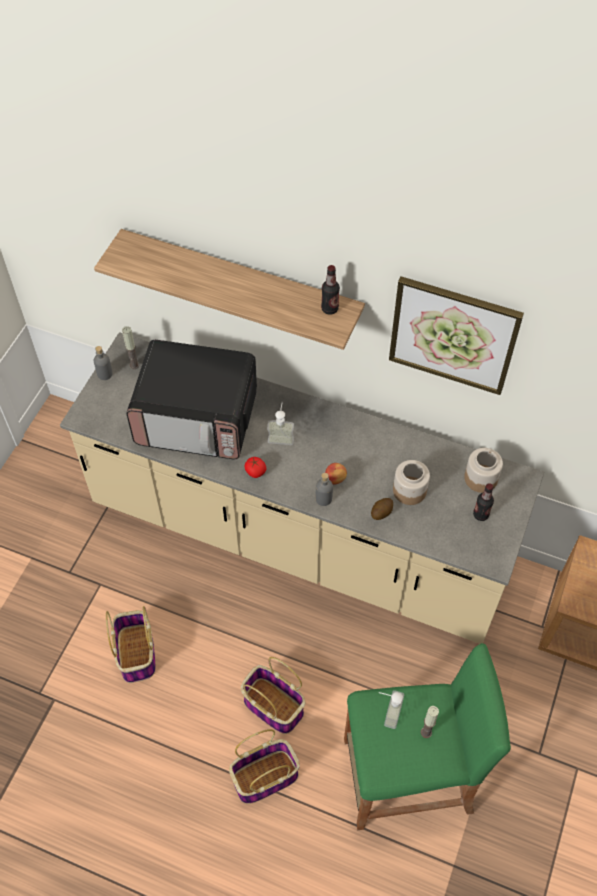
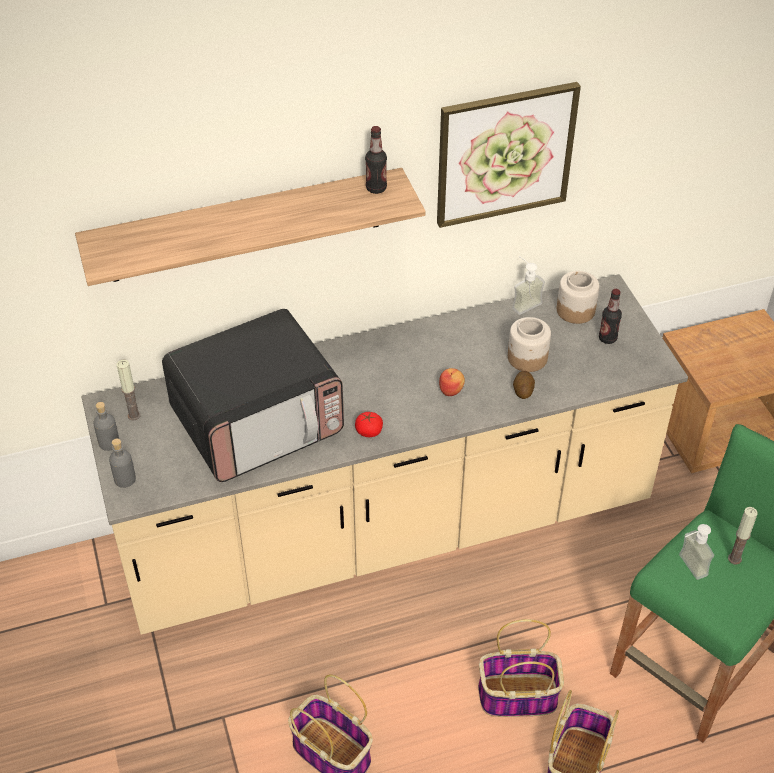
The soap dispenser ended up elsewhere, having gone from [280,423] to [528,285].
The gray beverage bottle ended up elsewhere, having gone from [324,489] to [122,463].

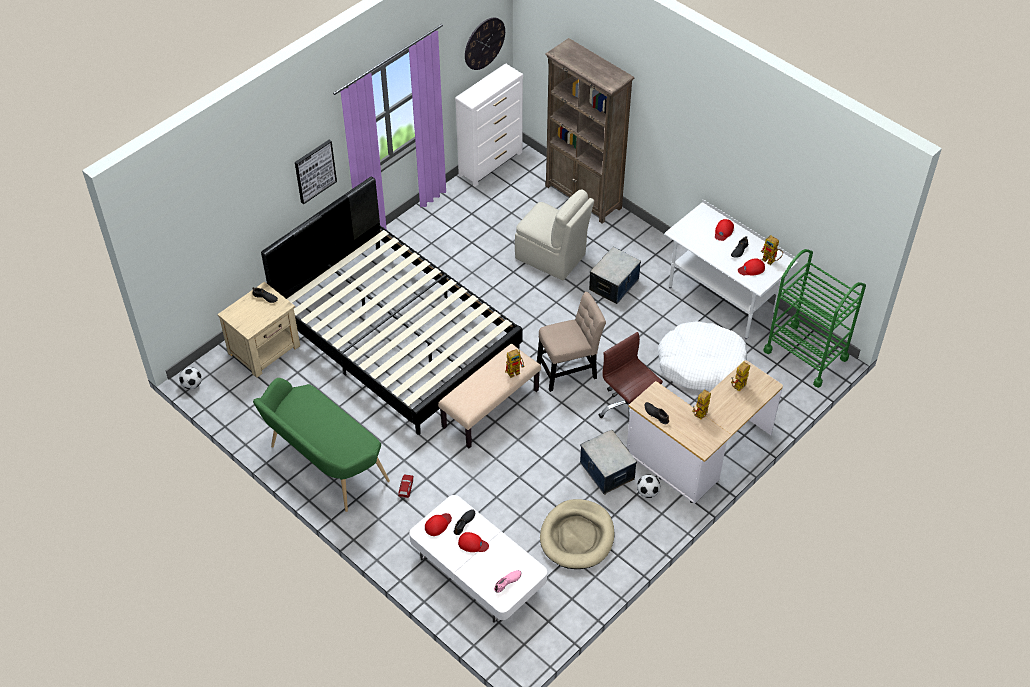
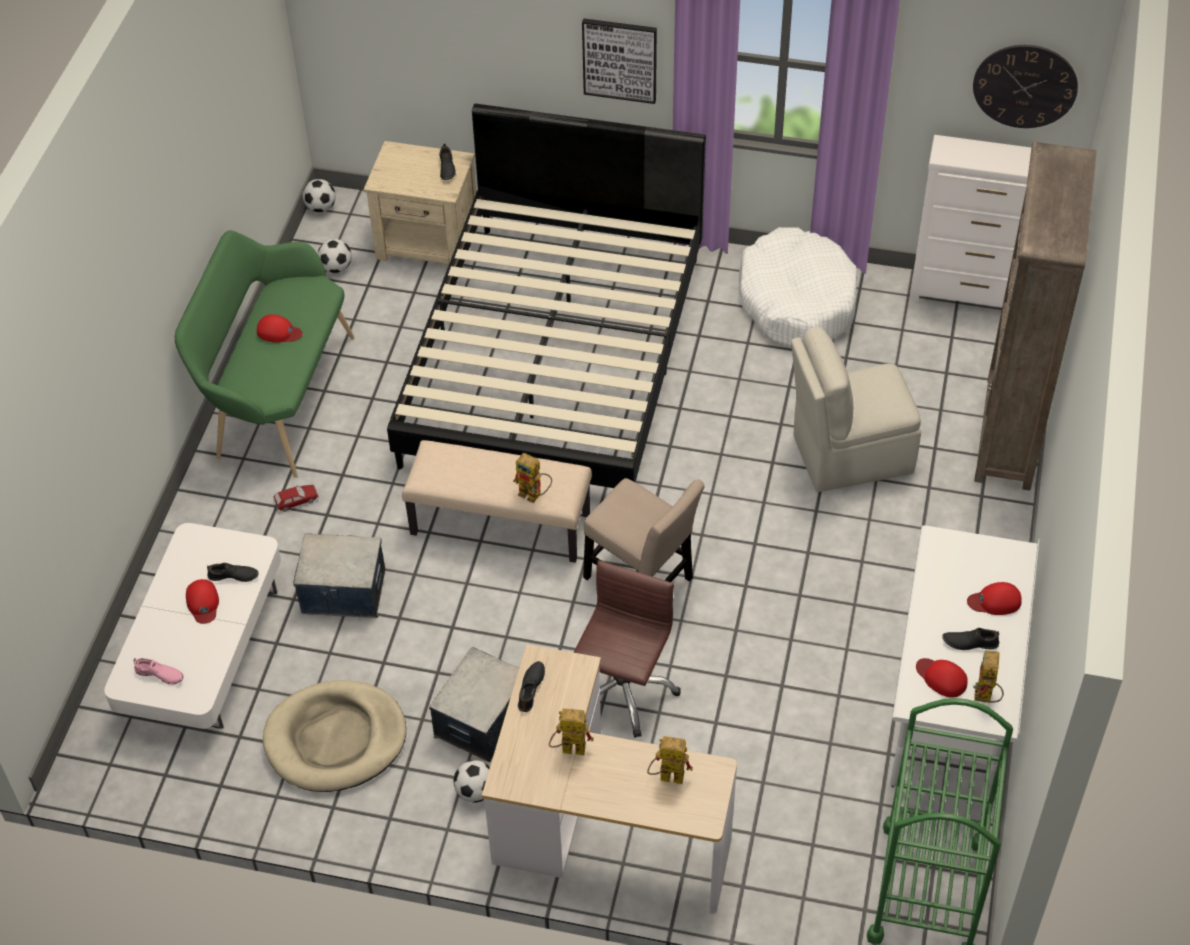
The red-coloured baseball cap ended up elsewhere, having gone from [438,524] to [280,328].
The beige-coloured upright chair at [554,235] ended up facing another way, 75 degrees clockwise from before.
The storage bin ended up elsewhere, having gone from [615,275] to [339,575].
The white-coloured dog bed ended up elsewhere, having gone from [702,356] to [797,287].
The second view gained the football at [335,256].

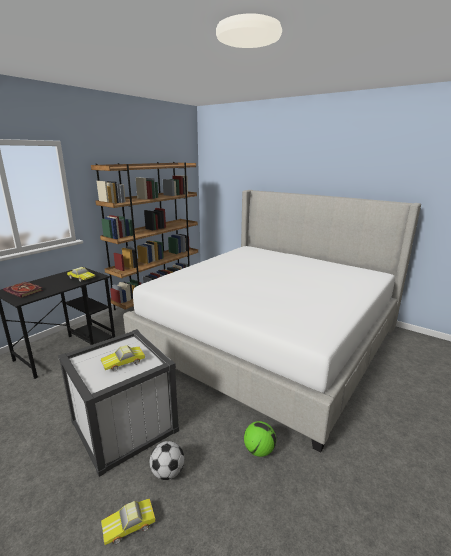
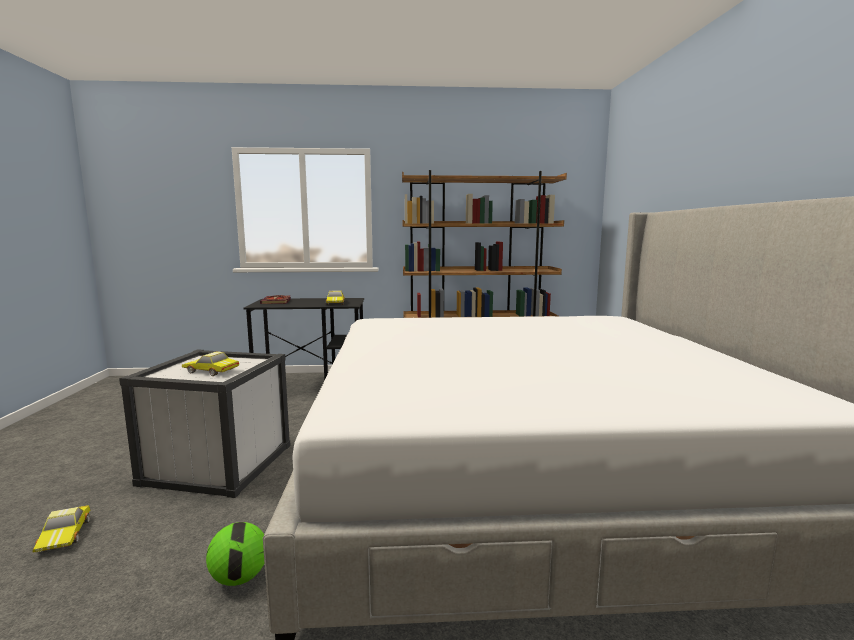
The model car at [128,521] ended up facing another way, 135 degrees counterclockwise from before.
The second view lost the football at [167,460].

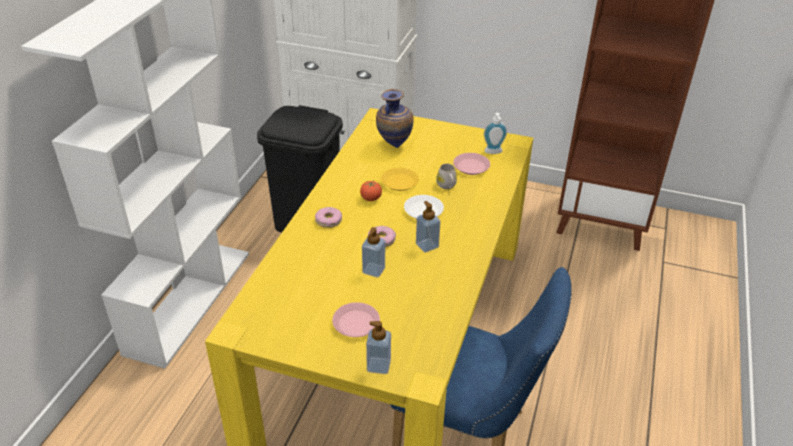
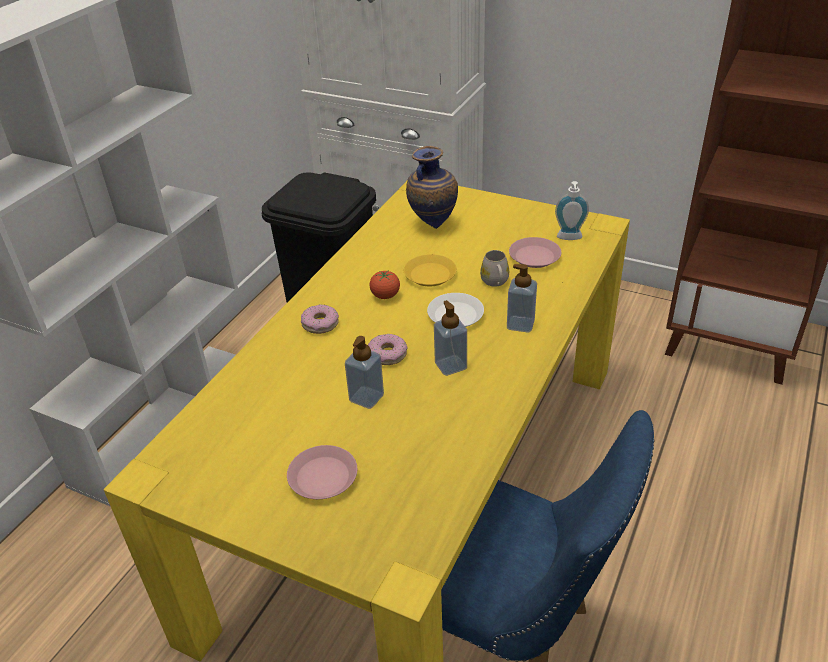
The soap dispenser ended up elsewhere, having gone from [378,347] to [522,298].

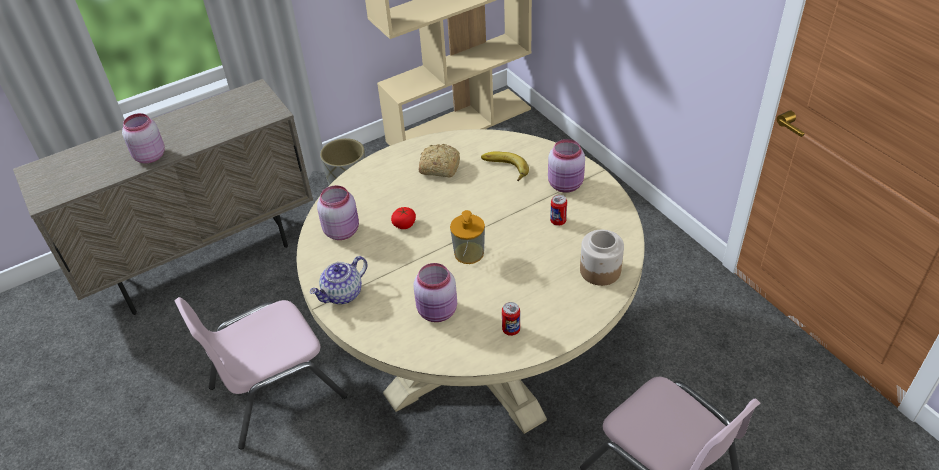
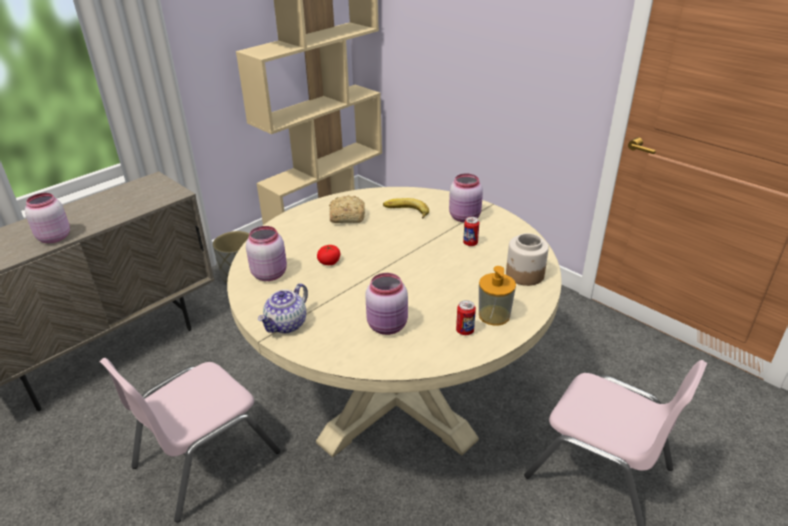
The soap dispenser ended up elsewhere, having gone from [467,237] to [497,296].

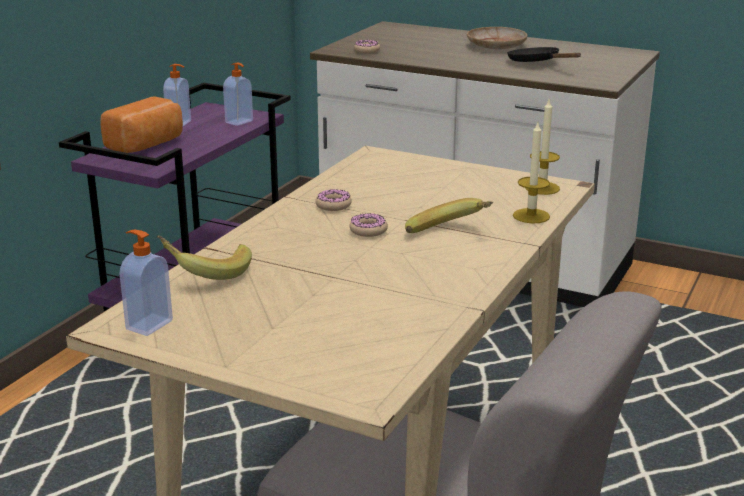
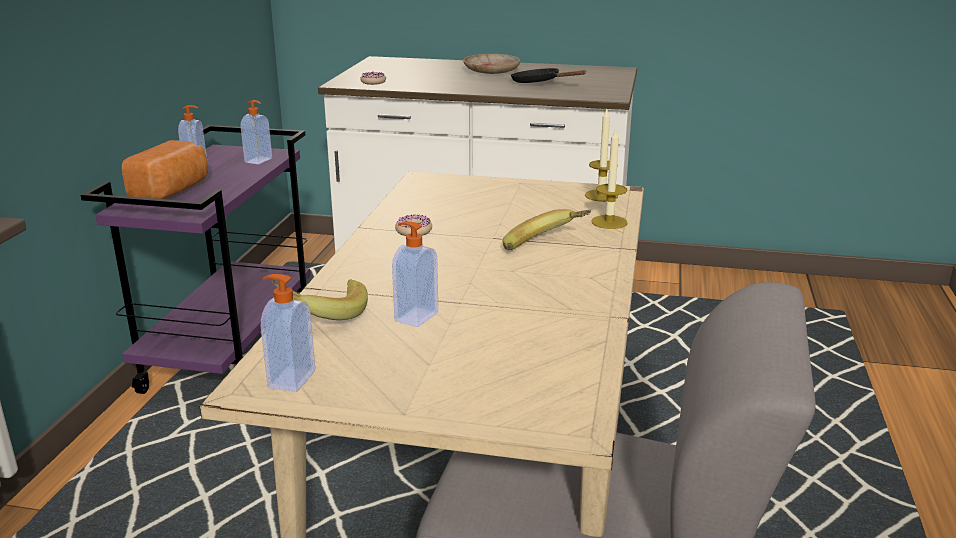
The second view lost the doughnut at [368,225].
The second view gained the soap dispenser at [415,274].

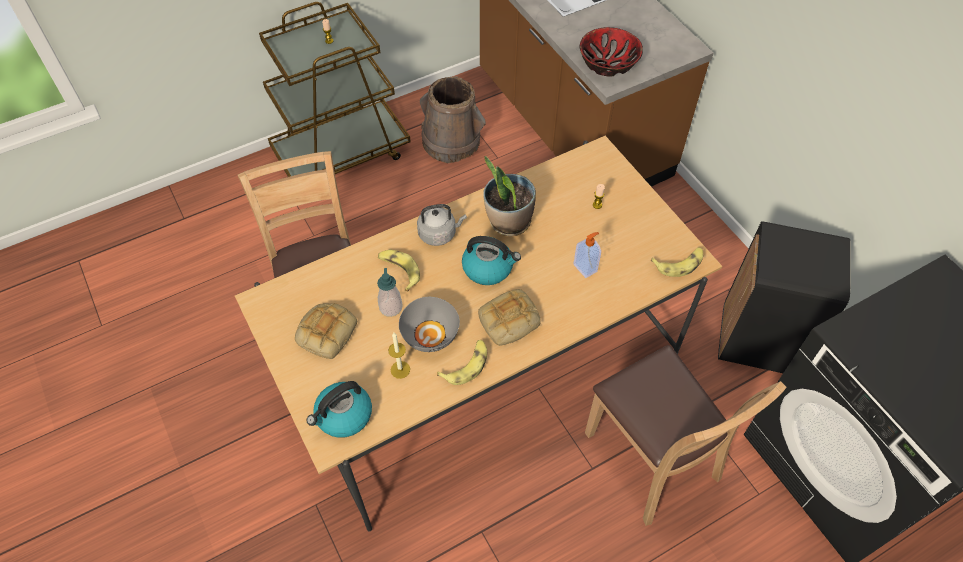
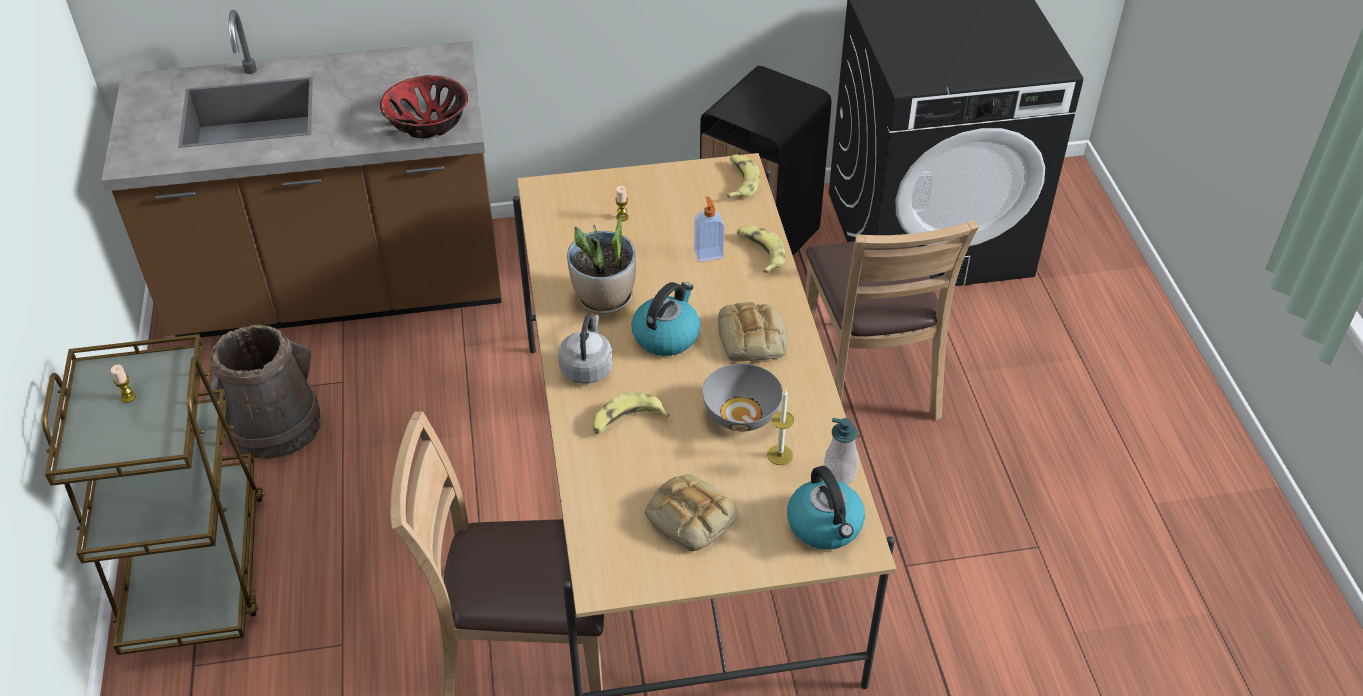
The soap dispenser ended up elsewhere, having gone from [390,292] to [840,451].
The banana fruit ended up elsewhere, having gone from [462,362] to [761,249].
The brown upright chair at [686,435] ended up facing another way, 90 degrees clockwise from before.

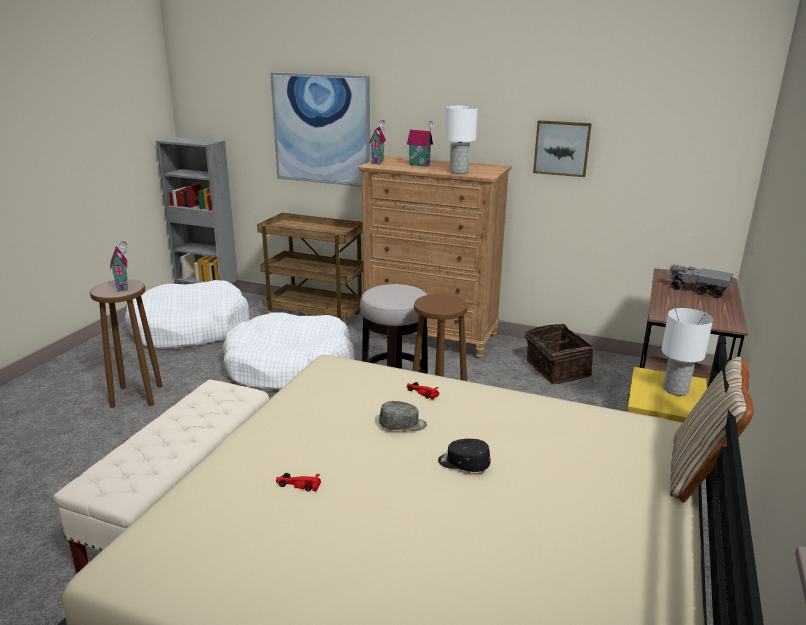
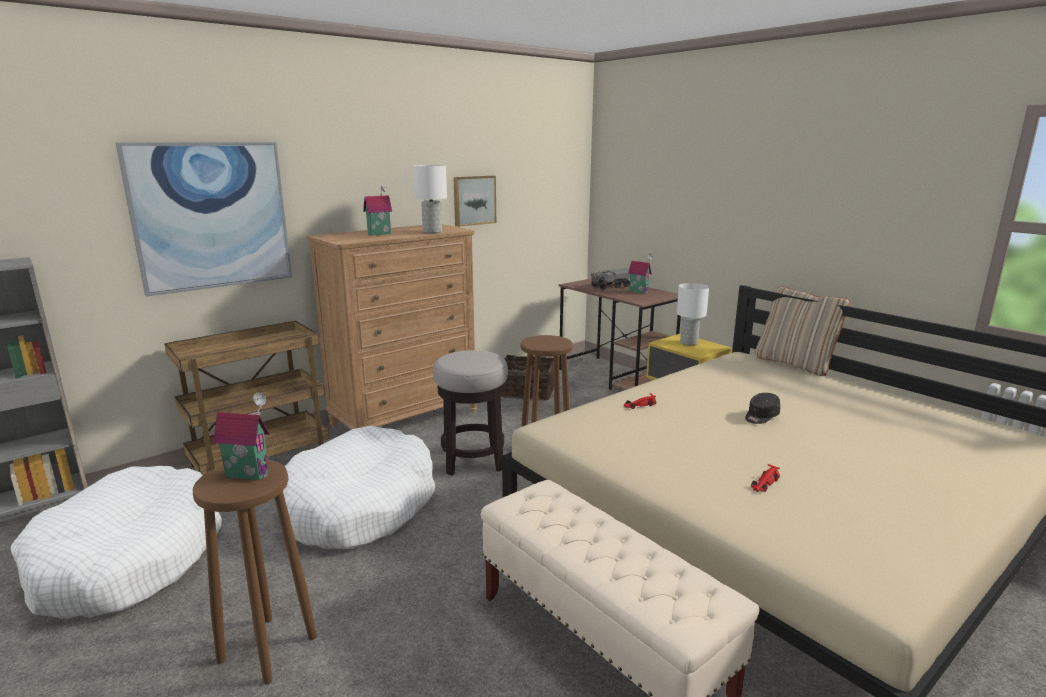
The miniature house ended up elsewhere, having gone from [377,142] to [640,273].
The second view lost the gray baseball cap at [403,416].

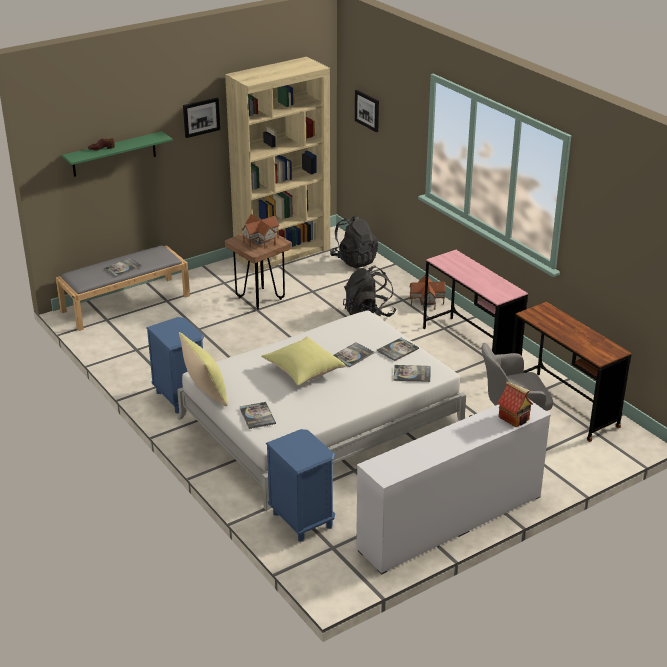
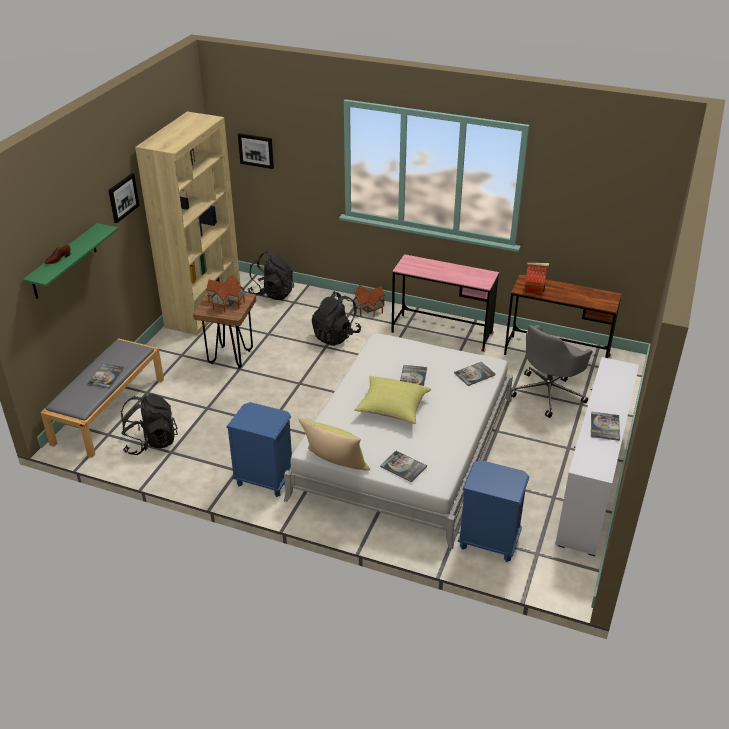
The book ended up elsewhere, having gone from [398,349] to [605,426].
The miniature house ended up elsewhere, having gone from [515,404] to [537,278].
The second view gained the black-coloured rucksack at [149,424].

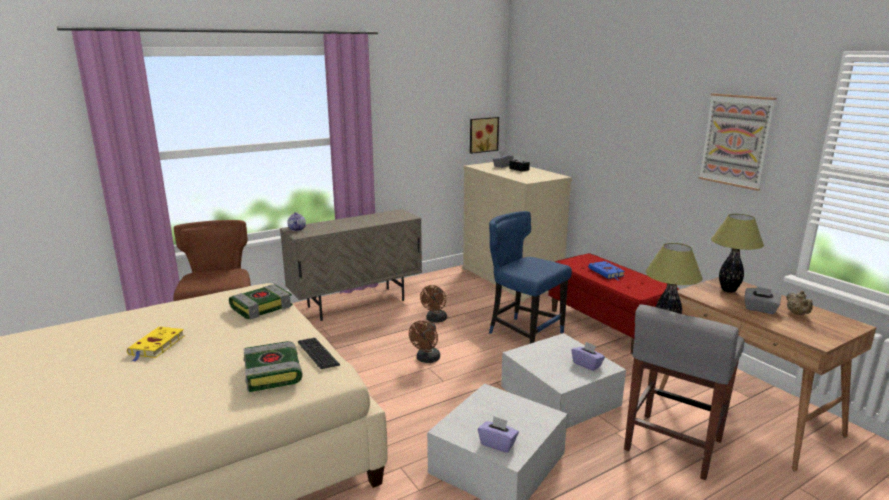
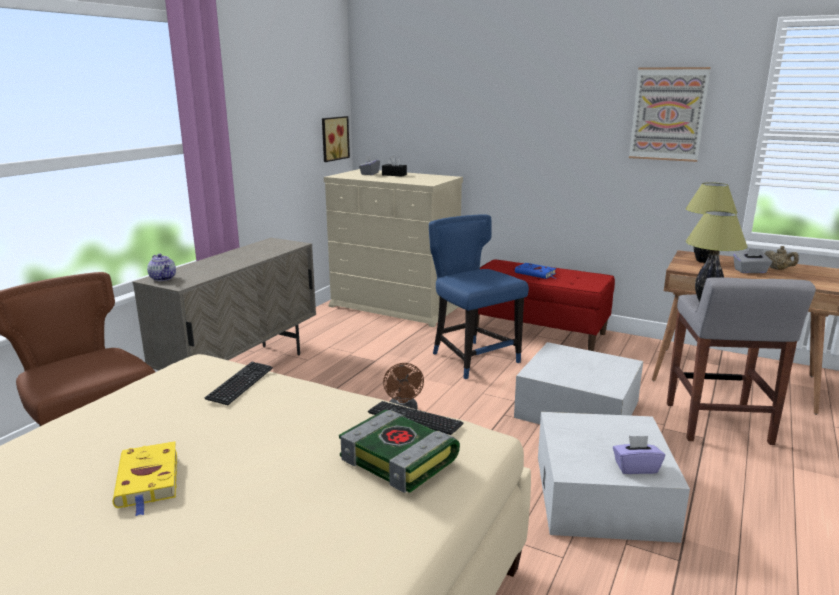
Where the book stood at [261,302], the keyboard came to stand at [239,383].
The second view lost the brown fan at [433,303].
The blue upright chair at [530,277] ended up facing another way, 45 degrees clockwise from before.
The second view lost the purple tissue holder at [588,356].

